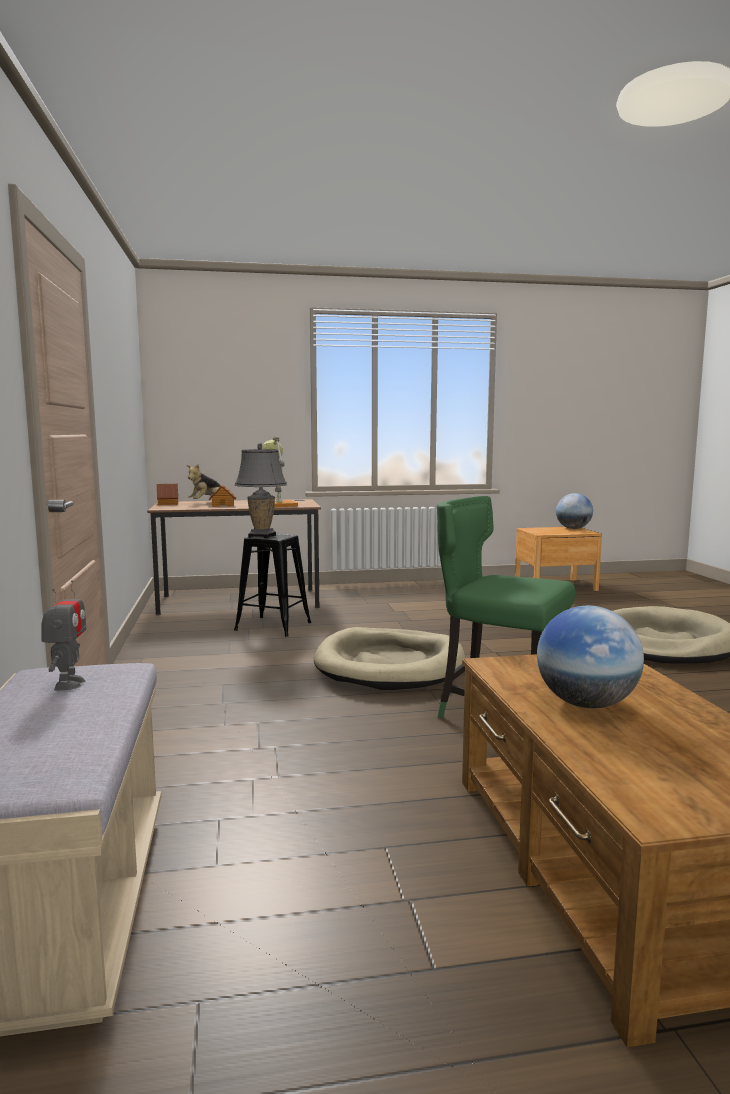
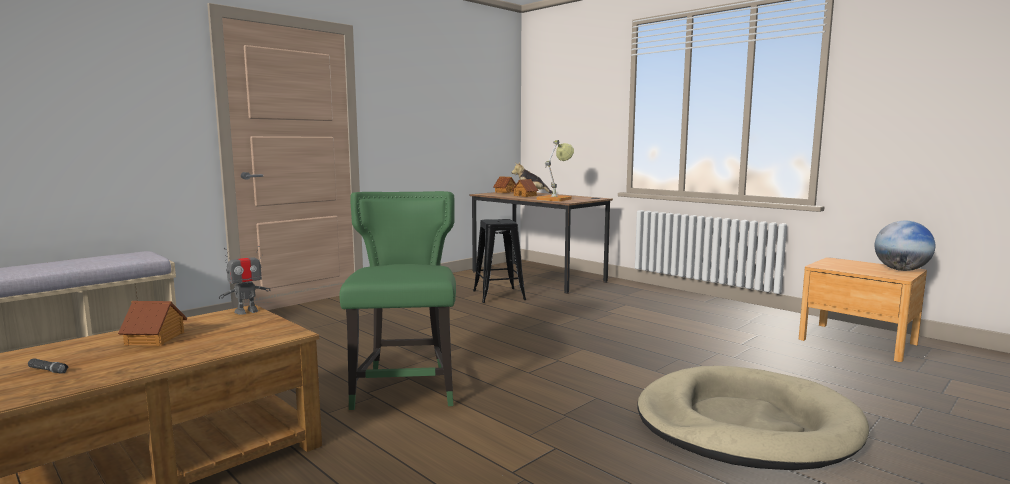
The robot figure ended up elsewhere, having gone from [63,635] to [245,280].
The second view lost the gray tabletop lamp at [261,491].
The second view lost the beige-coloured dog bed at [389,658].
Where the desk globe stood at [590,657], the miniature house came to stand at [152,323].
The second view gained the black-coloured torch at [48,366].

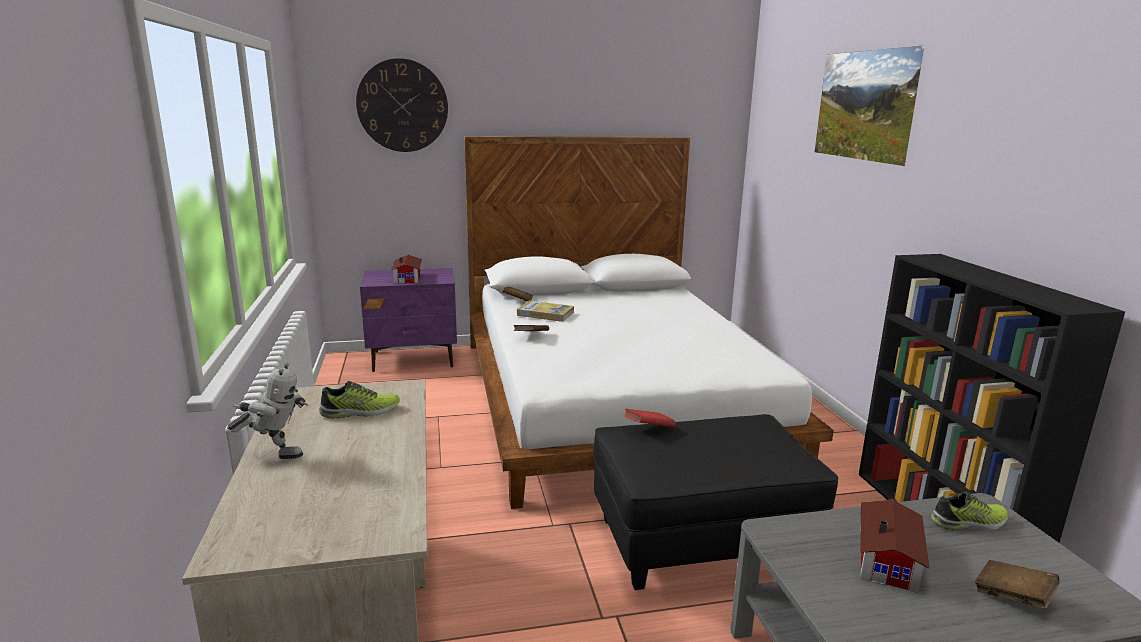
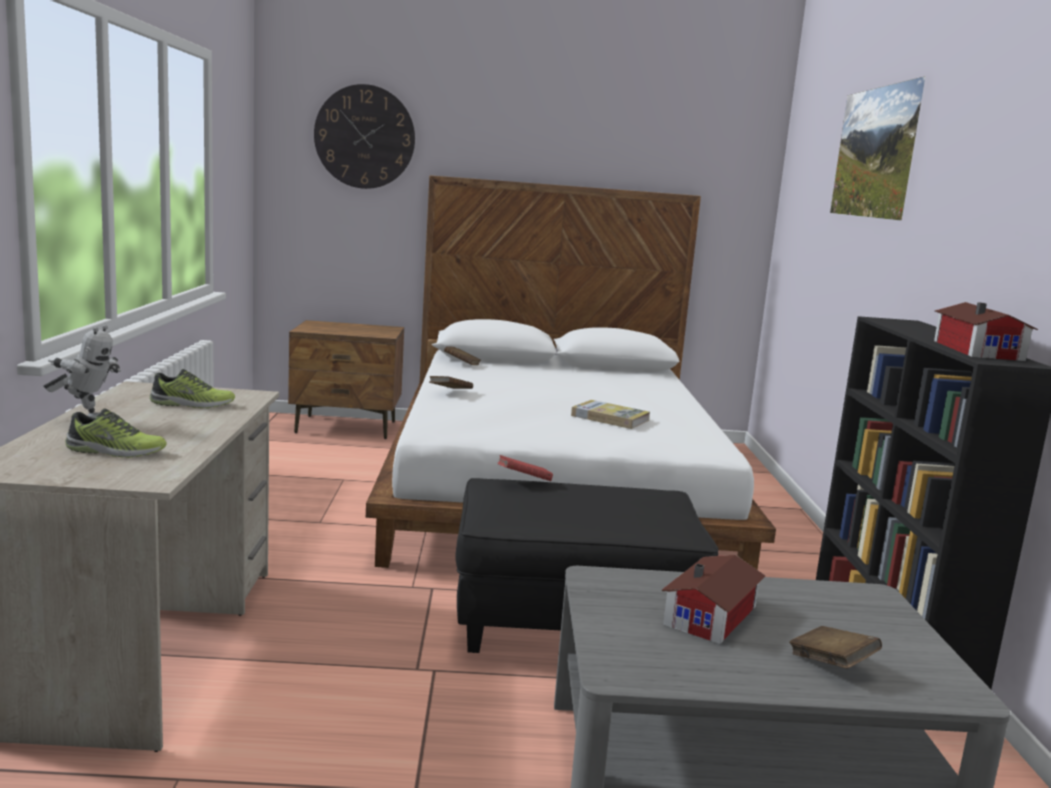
What was the purple night table at [408,320] turned into the brown night table at [346,379].
The miniature house ended up elsewhere, having gone from [406,269] to [986,331].
The book ended up elsewhere, having gone from [545,311] to [610,414].
The shoe ended up elsewhere, having gone from [969,510] to [116,433].

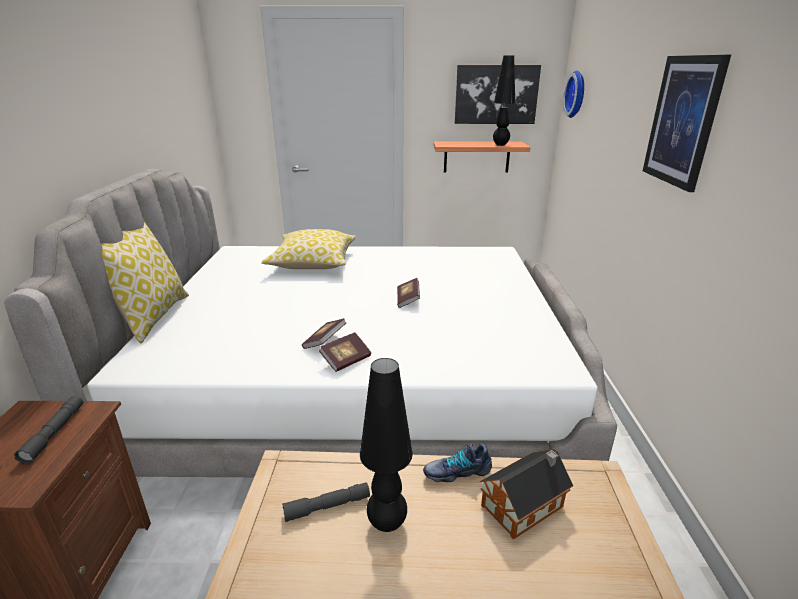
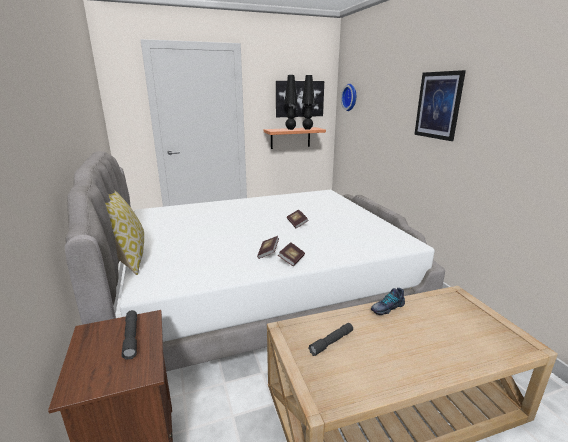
The second view lost the pillow at [308,249].
The black-coloured tabletop lamp ended up elsewhere, having gone from [386,445] to [291,102].
The second view lost the miniature house at [526,494].

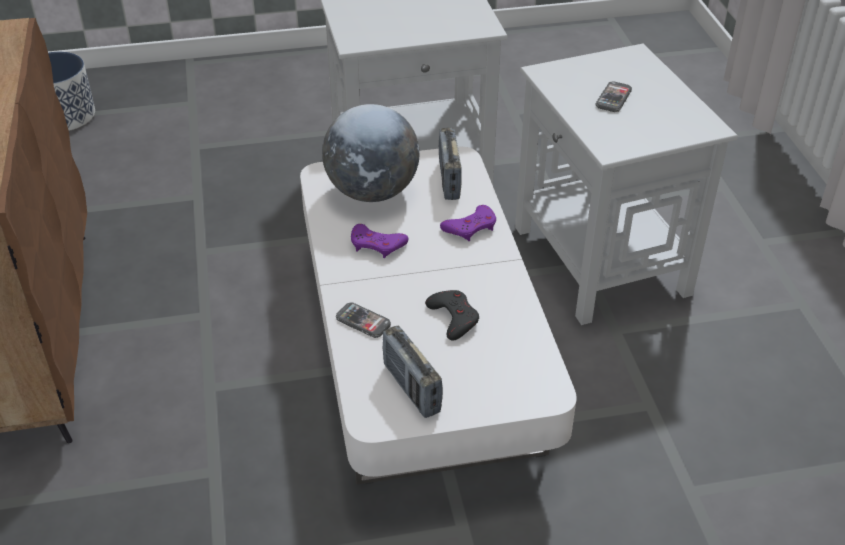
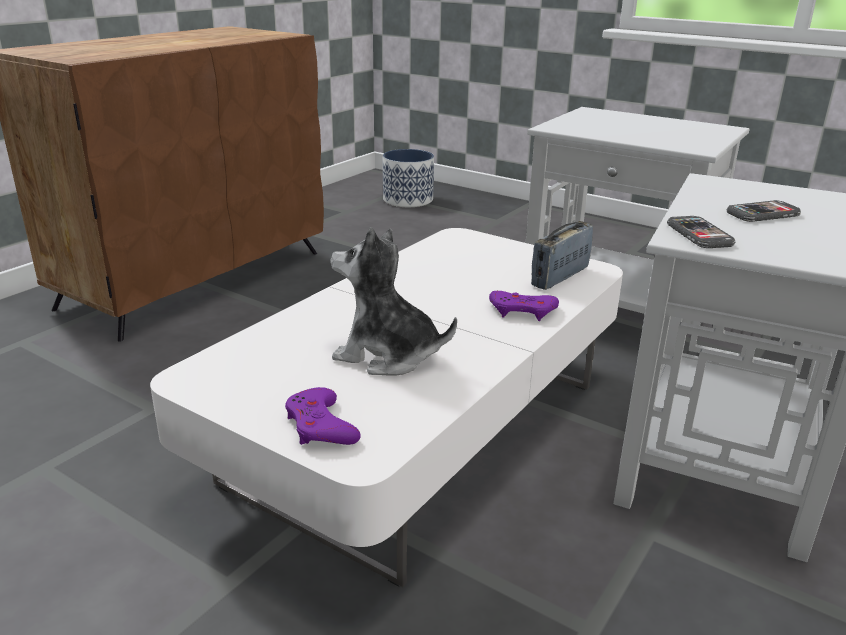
The second view lost the desk globe at [371,153].
The handset ended up elsewhere, having gone from [363,320] to [701,232].
The purple gamepad ended up elsewhere, having gone from [379,241] to [323,416].
The second view lost the radio set at [412,372].
Where the black-coloured gamepad stood at [452,315], the cuddly toy came to stand at [394,301].

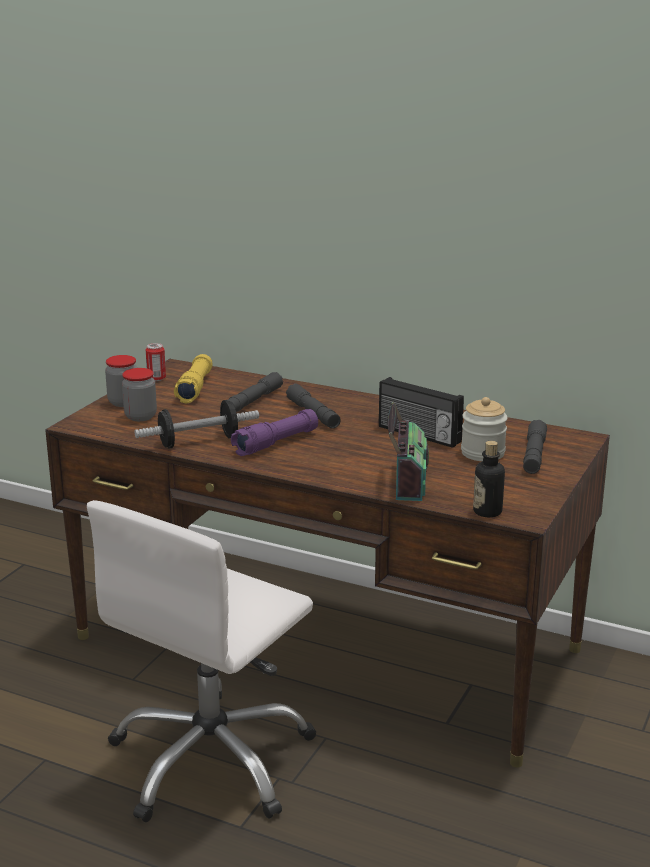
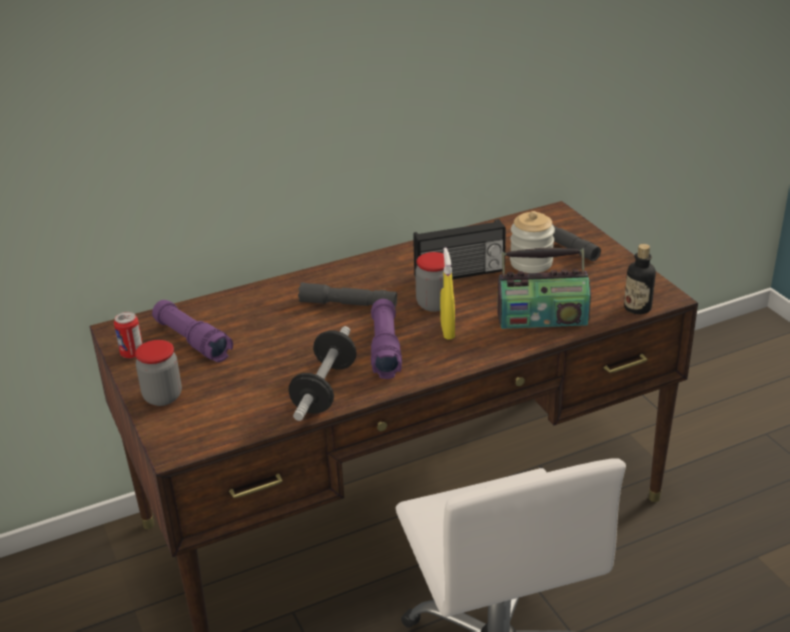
The storage jar ended up elsewhere, having gone from [139,394] to [430,282].
What was the yellow-coloured torch at [193,378] turned into the purple torch at [192,331].
The second view lost the gray torch at [255,392].
The radio set at [408,451] ended up facing another way, 135 degrees clockwise from before.
The second view gained the yellow-coloured spray bottle at [447,293].

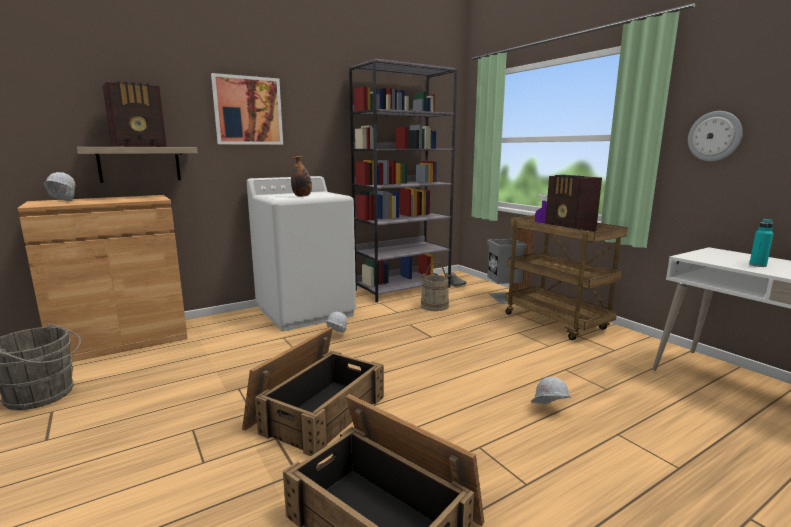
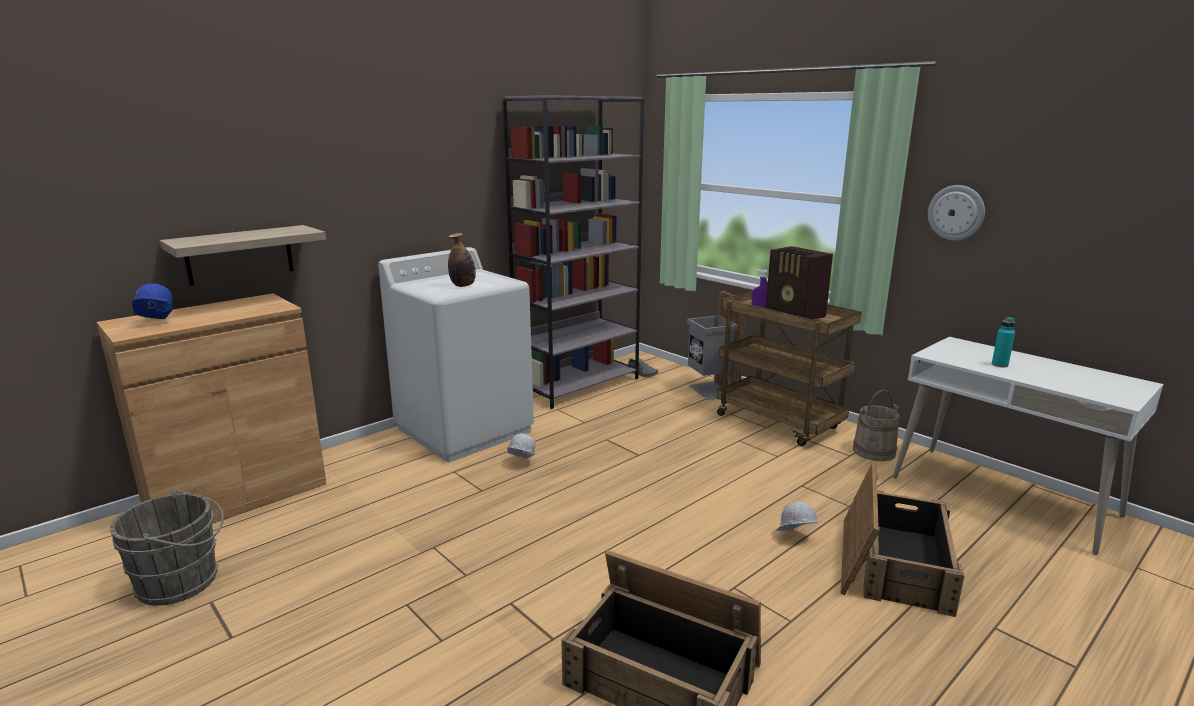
What was the white-coloured safety helmet at [59,186] turned into the blue safety helmet at [153,301].
The second view lost the radio set at [134,114].
The second view lost the wall picture at [247,109].
The packing crate ended up elsewhere, having gone from [313,392] to [902,539].
The beige-coloured bucket ended up elsewhere, having gone from [435,286] to [876,425].

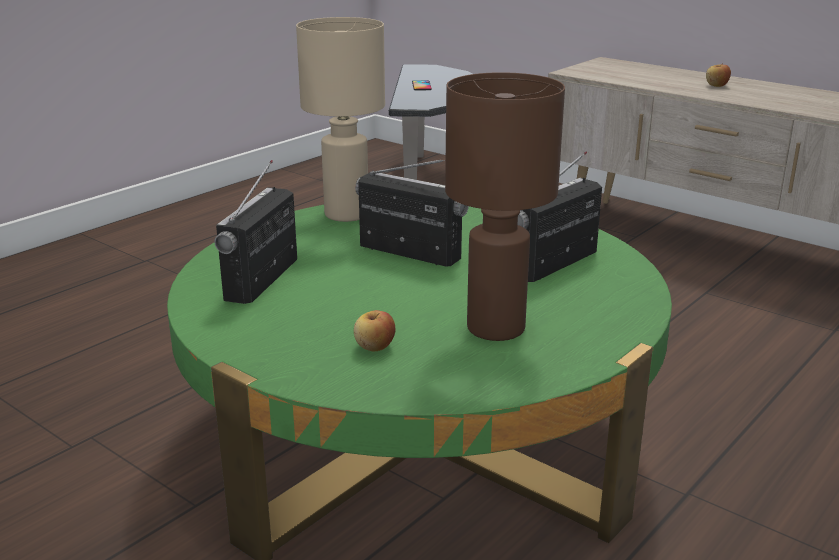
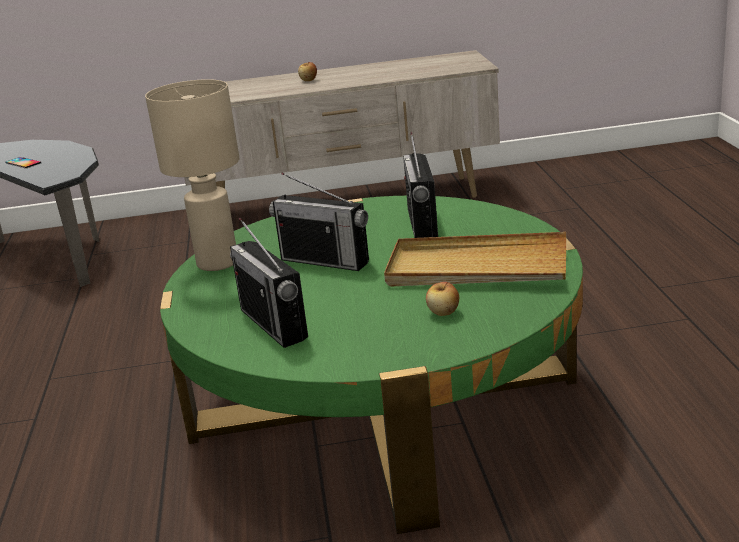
The radio set at [412,213] ended up facing another way, 135 degrees counterclockwise from before.
Where the brown tabletop lamp stood at [505,206], the beige-coloured tray came to stand at [475,259].

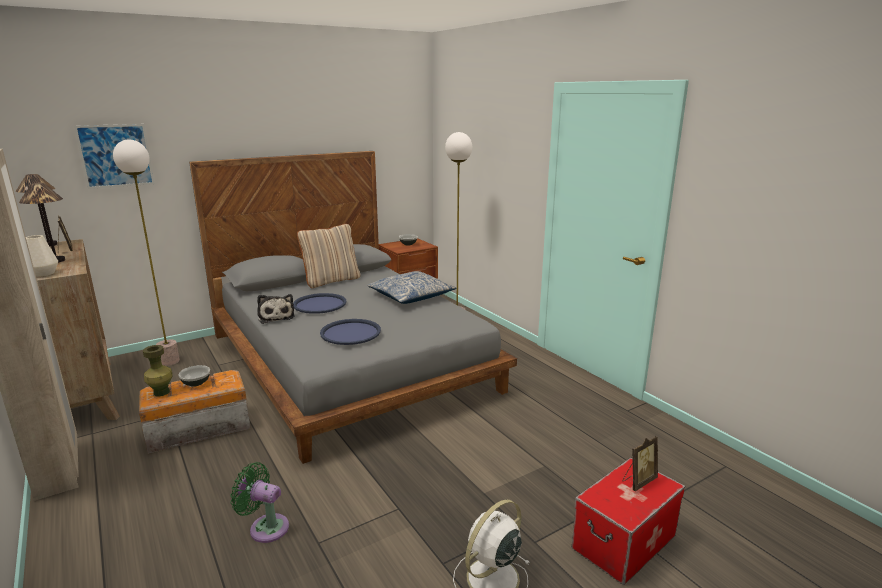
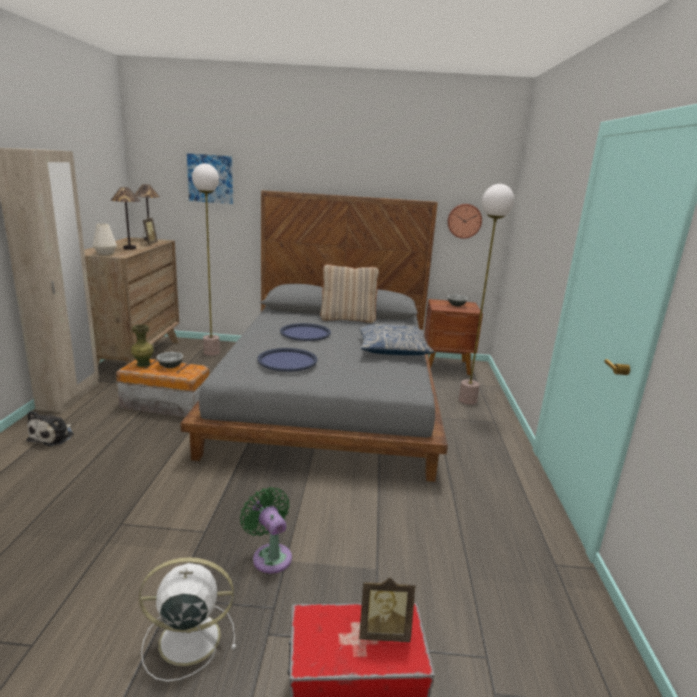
The green fan ended up elsewhere, having gone from [259,502] to [266,530].
The cuddly toy ended up elsewhere, having gone from [276,309] to [50,428].
The second view gained the wall clock at [464,221].

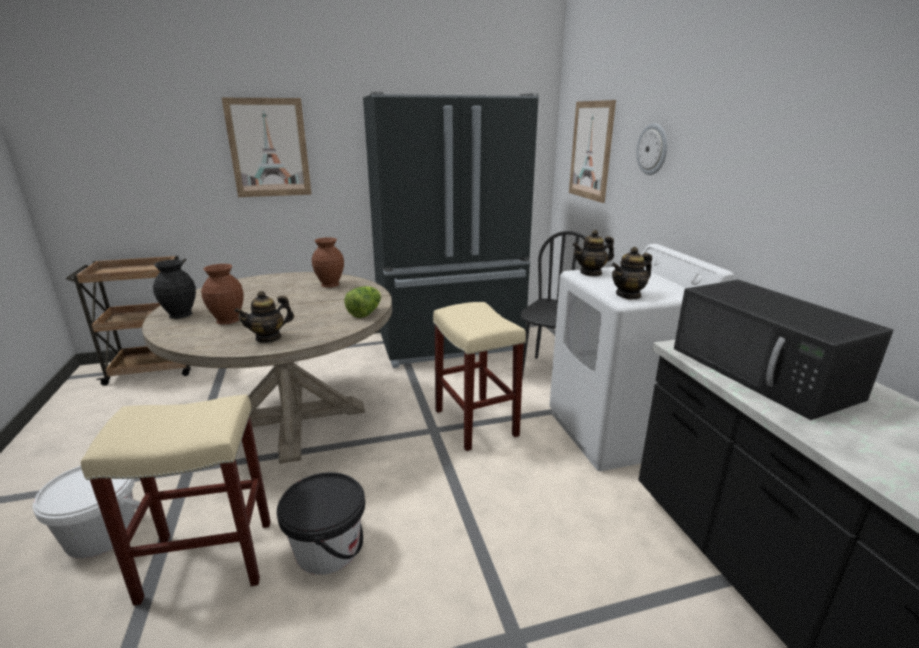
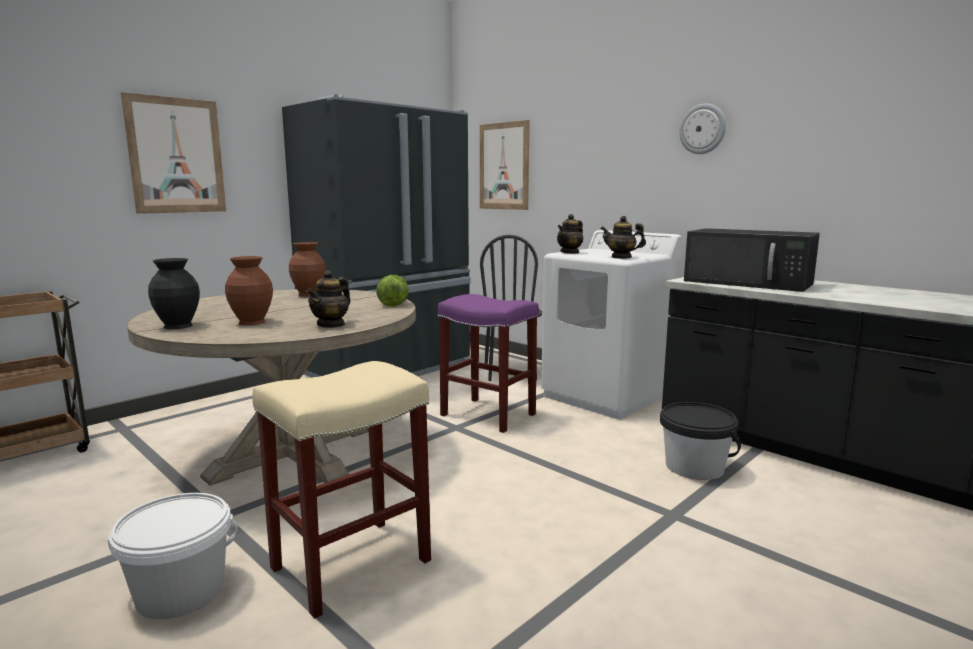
The black-coloured bucket ended up elsewhere, having gone from [321,523] to [700,441].
What was the beige-coloured stool at [479,376] turned into the purple stool at [488,363].
The tea pot at [632,273] ended up facing another way, 75 degrees clockwise from before.
The wall clock ended up elsewhere, having gone from [652,149] to [702,128].

